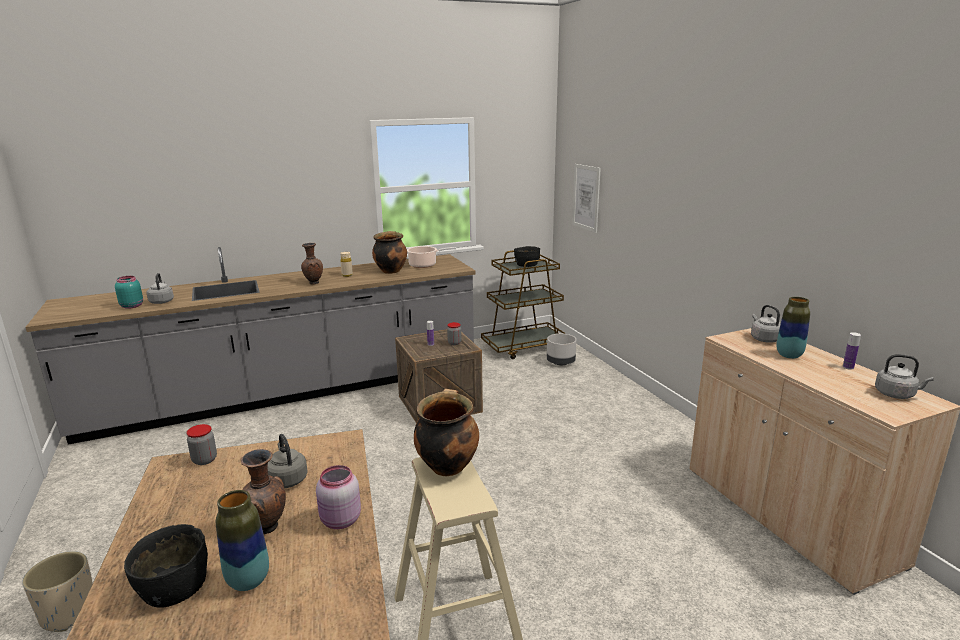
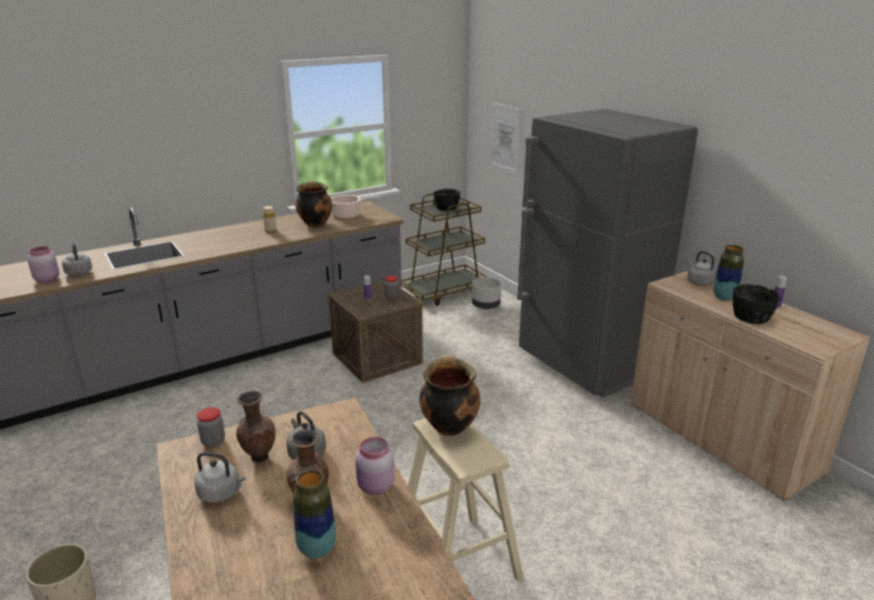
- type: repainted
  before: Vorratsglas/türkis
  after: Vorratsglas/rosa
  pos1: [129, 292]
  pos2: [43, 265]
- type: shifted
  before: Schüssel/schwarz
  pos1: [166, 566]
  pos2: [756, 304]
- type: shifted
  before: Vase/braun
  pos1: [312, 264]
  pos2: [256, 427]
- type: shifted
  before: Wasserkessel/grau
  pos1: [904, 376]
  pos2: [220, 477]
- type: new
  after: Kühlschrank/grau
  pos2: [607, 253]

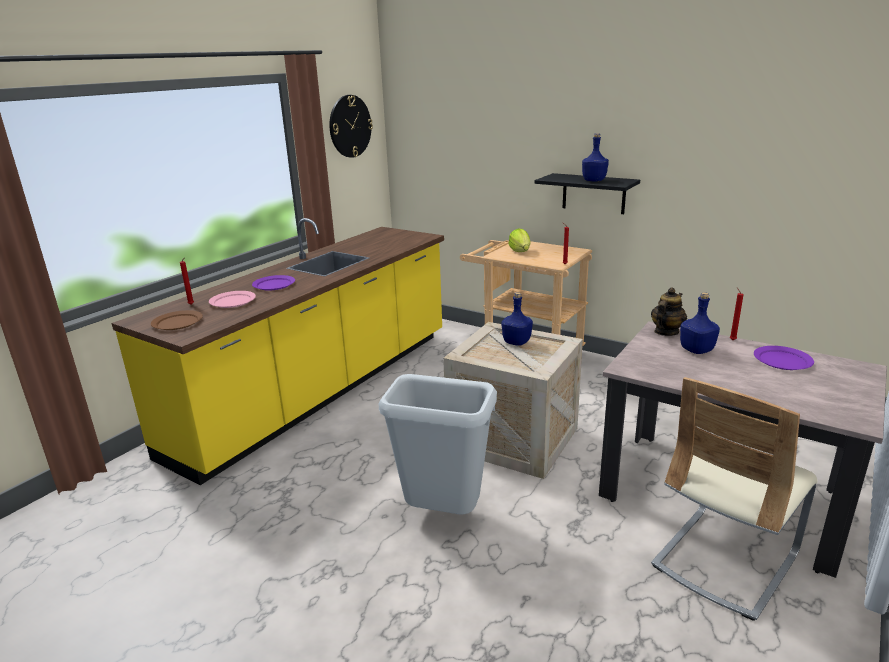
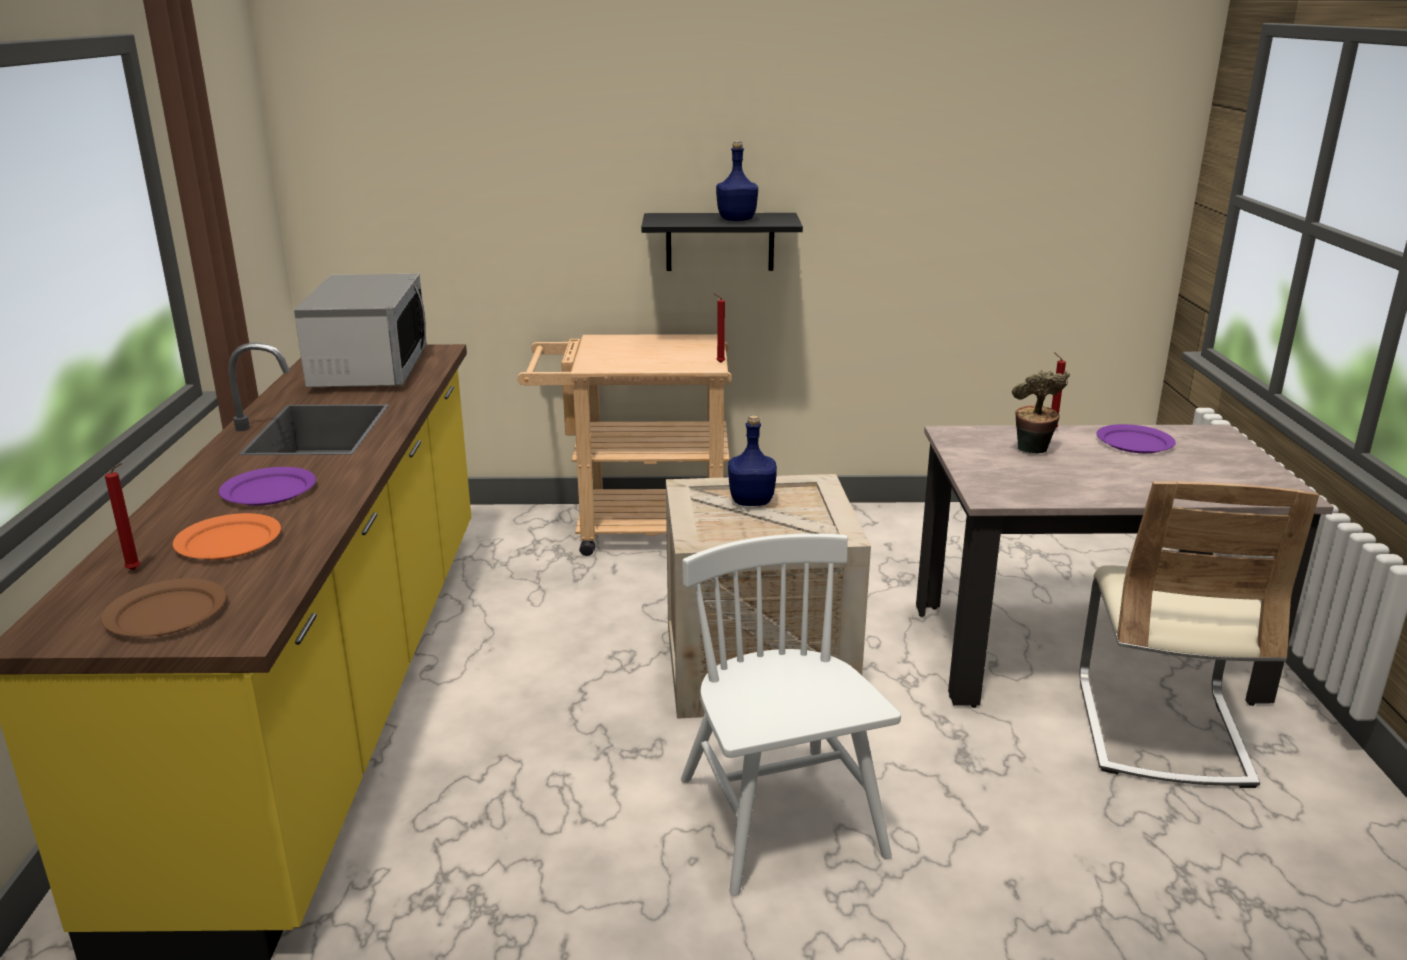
- type: repainted
  before: Teller/rosa
  after: Teller/orange
  pos1: [232, 299]
  pos2: [227, 536]
- type: gone
  before: Wanduhr
  pos1: [351, 126]
- type: swapped
  before: Mülleimer/grau
  after: Stuhl/weiß
  pos1: [438, 444]
  pos2: [791, 715]
- type: gone
  before: Salatkopf
  pos1: [519, 240]
- type: gone
  before: Teekanne
  pos1: [669, 311]
- type: swapped
  before: Flasche/blau
  after: Topfpflanze
  pos1: [700, 323]
  pos2: [1041, 412]
- type: new
  after: Mikrowelle
  pos2: [360, 330]

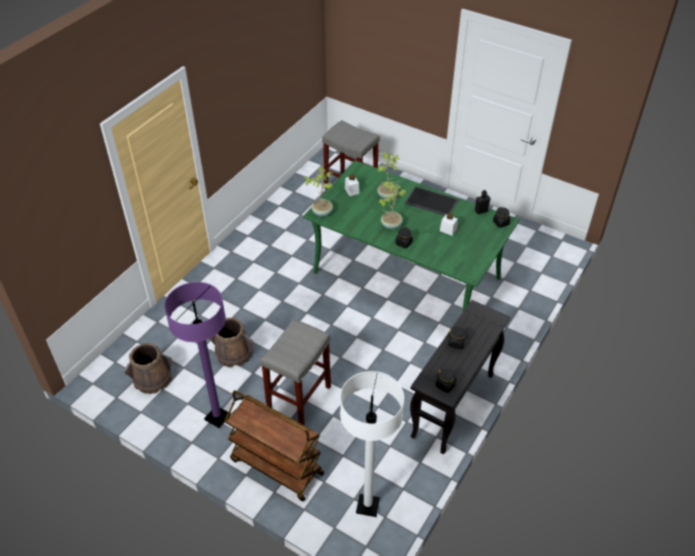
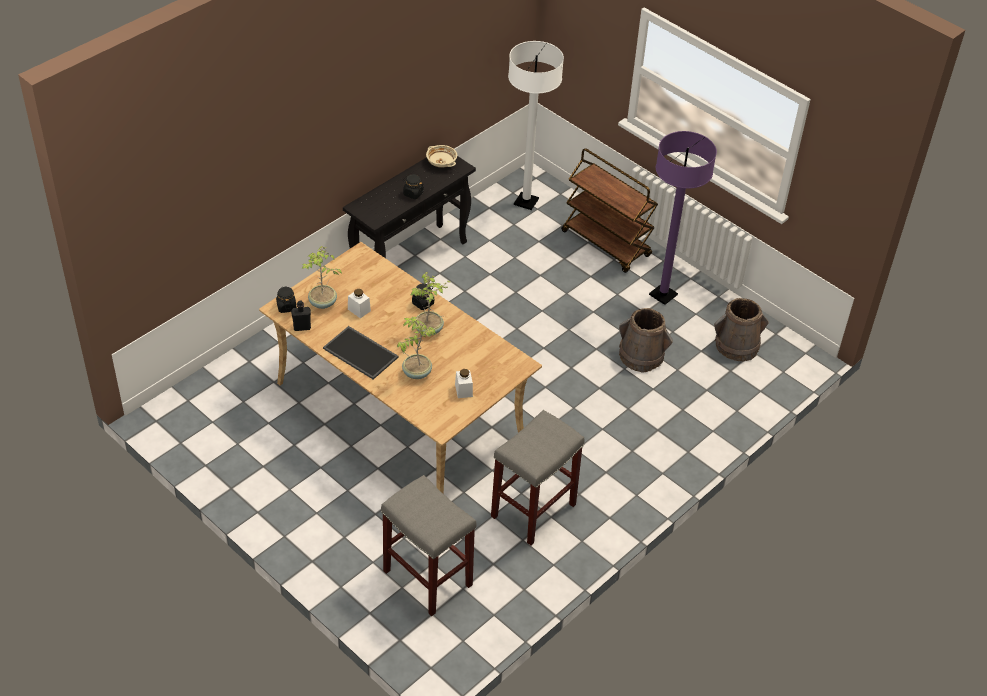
- type: shifted
  before: Hocker/grau
  pos1: [295, 372]
  pos2: [538, 478]
- type: repainted
  before: Esstisch/grün
  after: Esstisch/beige
  pos1: [411, 237]
  pos2: [400, 368]
- type: shifted
  before: Topfpflanze
  pos1: [318, 192]
  pos2: [322, 277]
- type: swapped
  before: Vorratsglas/schwarz
  after: Schüssel/beige
  pos1: [446, 380]
  pos2: [441, 156]

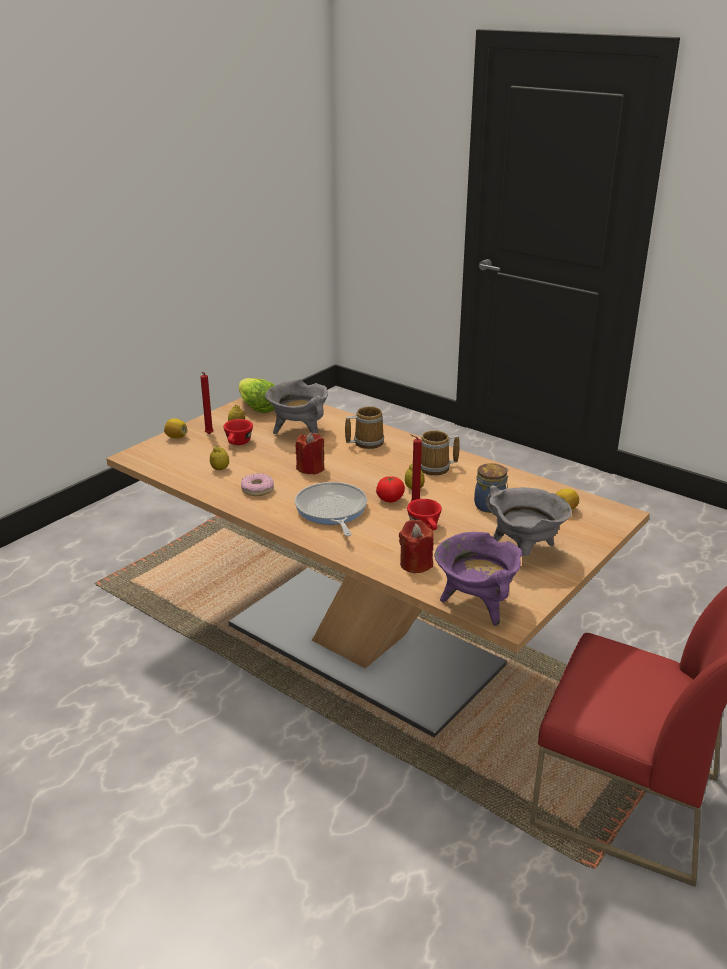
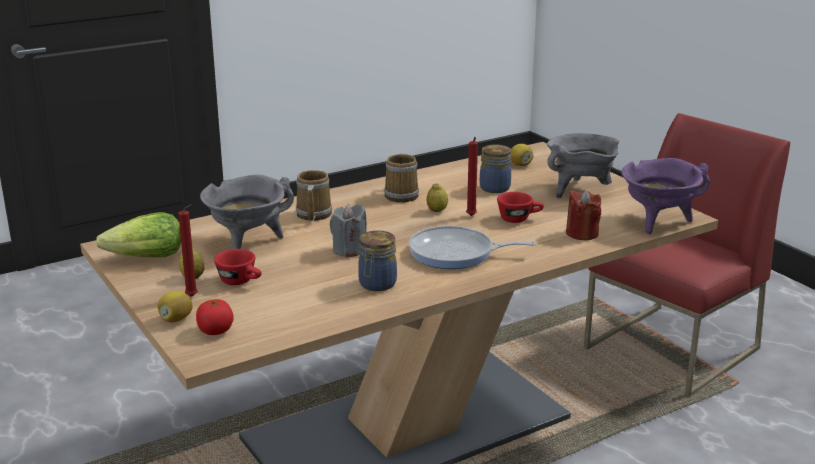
- type: gone
  before: Zitrone
  pos1: [219, 458]
- type: swapped
  before: Donut
  after: Vorratsglas
  pos1: [257, 484]
  pos2: [377, 260]
- type: repainted
  before: Kerze/rot
  after: Kerze/grau
  pos1: [310, 453]
  pos2: [348, 231]
- type: shifted
  before: Tomate
  pos1: [390, 489]
  pos2: [214, 317]

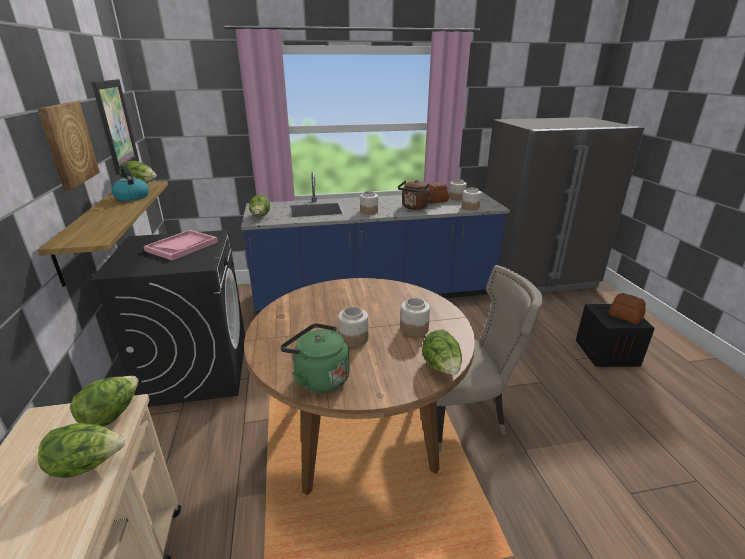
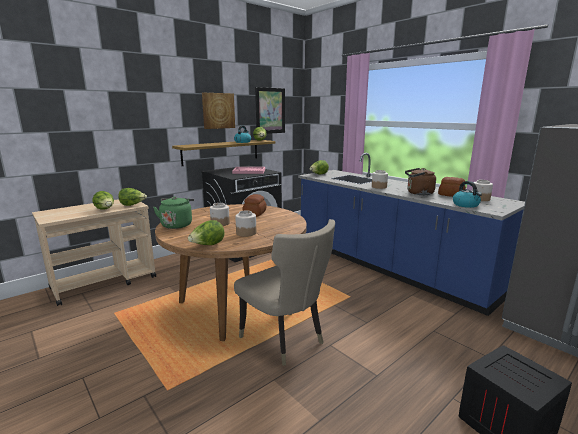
- type: swapped
  before: Vorratsglas
  after: Wasserkessel
  pos1: [471, 199]
  pos2: [467, 194]
- type: shifted
  before: Brot
  pos1: [627, 308]
  pos2: [254, 205]

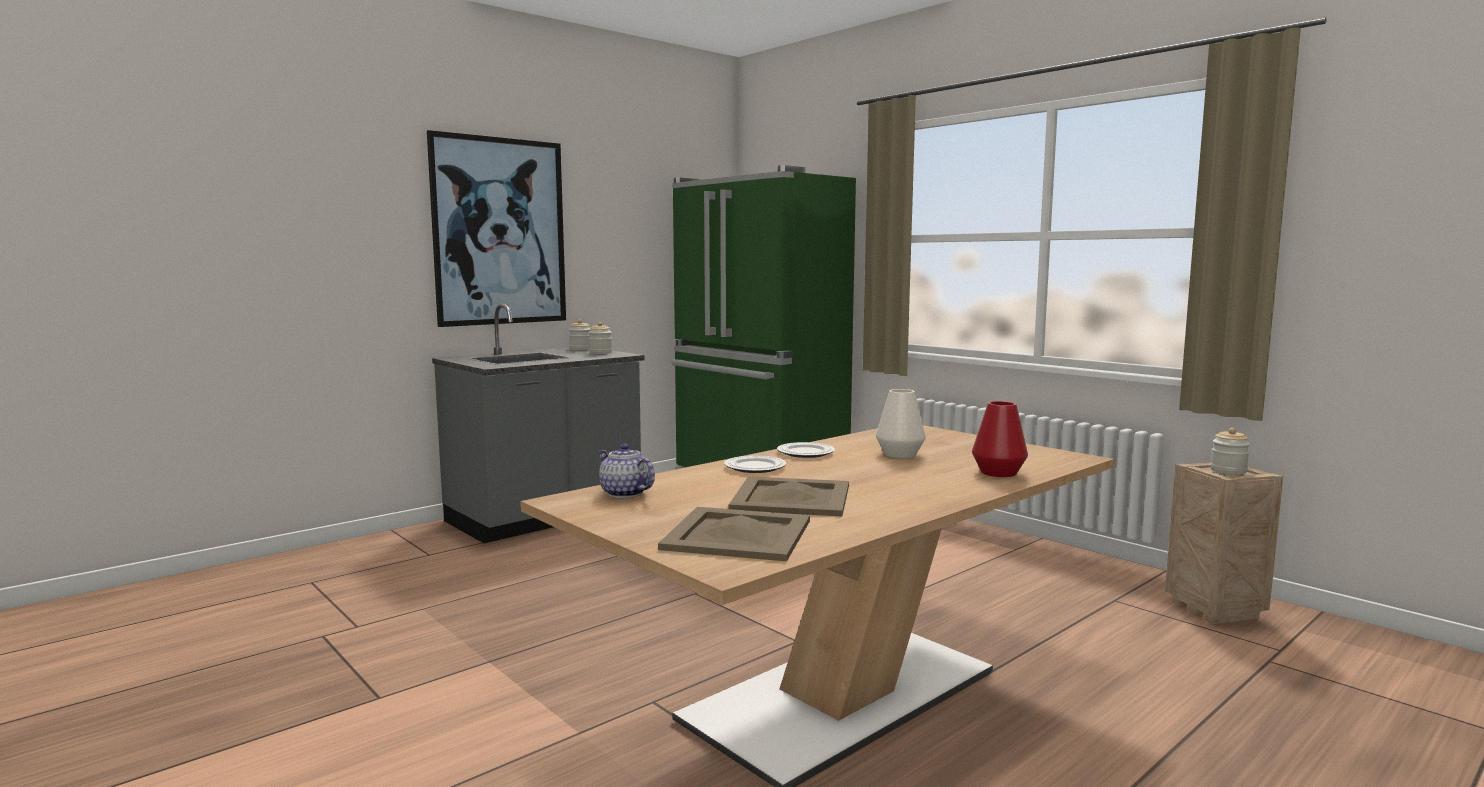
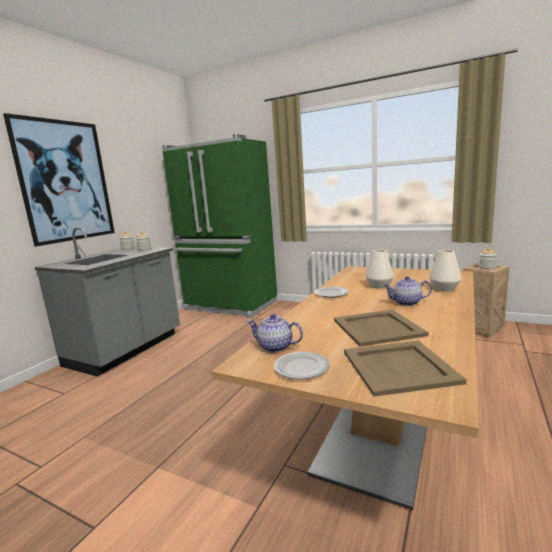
- type: shifted
  before: Teller
  pos1: [755, 464]
  pos2: [301, 365]
- type: repainted
  before: Vase/rot
  after: Vase/weiß
  pos1: [1000, 439]
  pos2: [445, 270]
- type: new
  after: Teekanne
  pos2: [407, 291]

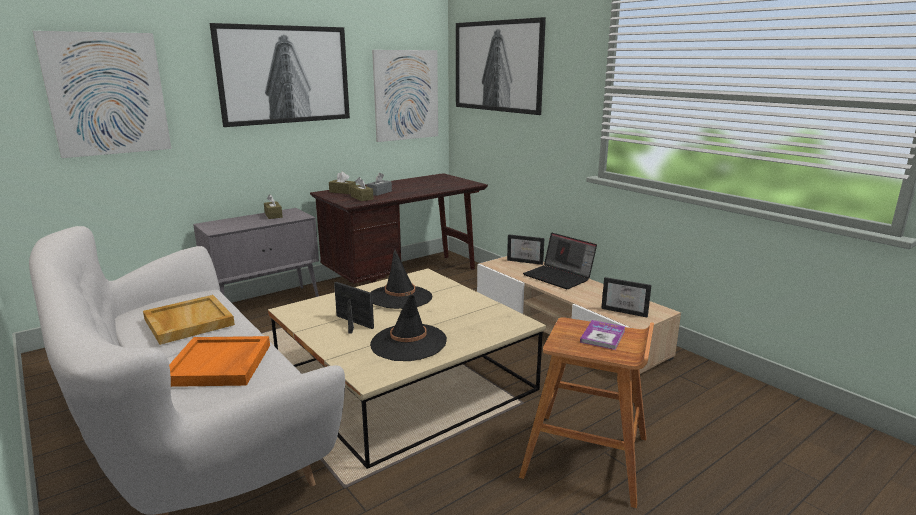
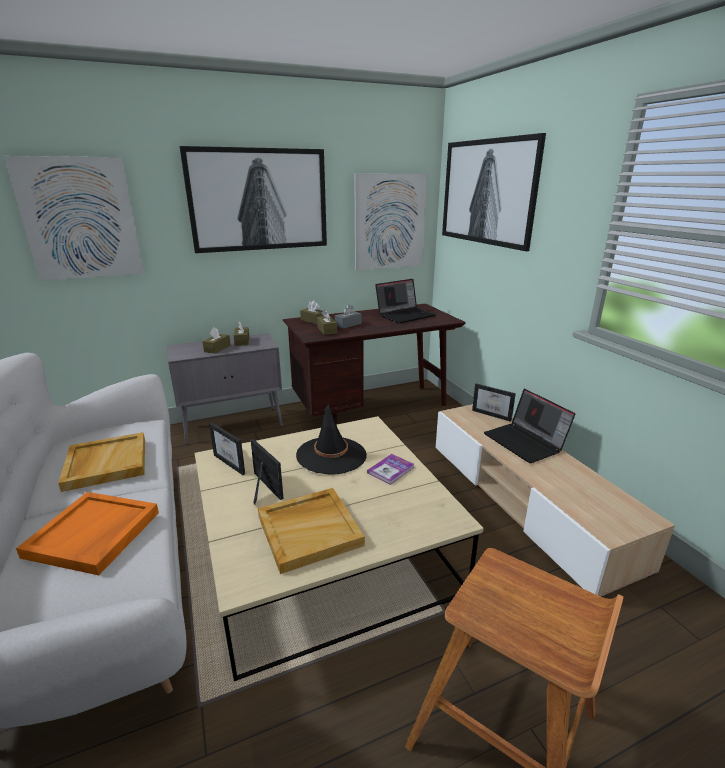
- type: swapped
  before: Hut/schwarz
  after: Tablett/beige
  pos1: [408, 327]
  pos2: [311, 531]
- type: shifted
  before: Buch
  pos1: [603, 335]
  pos2: [390, 469]
- type: shifted
  before: Bilderrahmen
  pos1: [626, 297]
  pos2: [227, 448]
- type: new
  after: Taschentuchbox/braun
  pos2: [216, 341]
- type: new
  after: Laptop
  pos2: [405, 301]

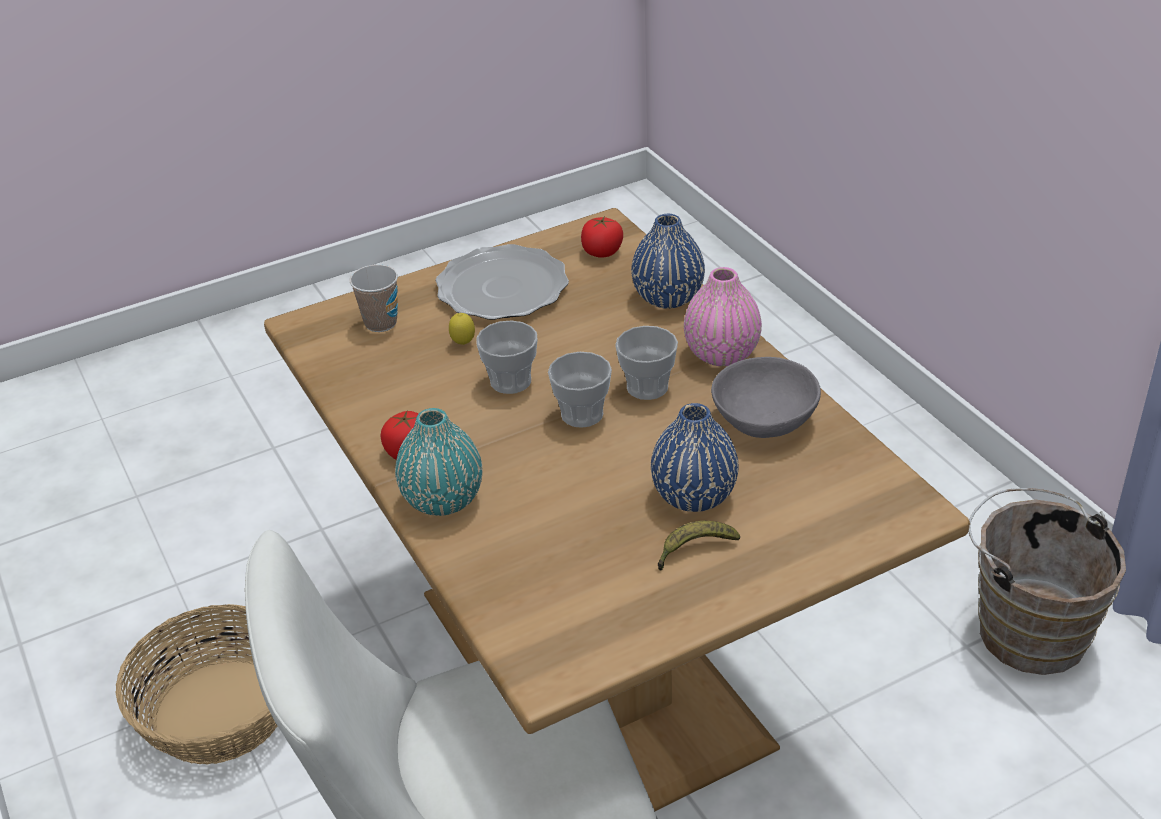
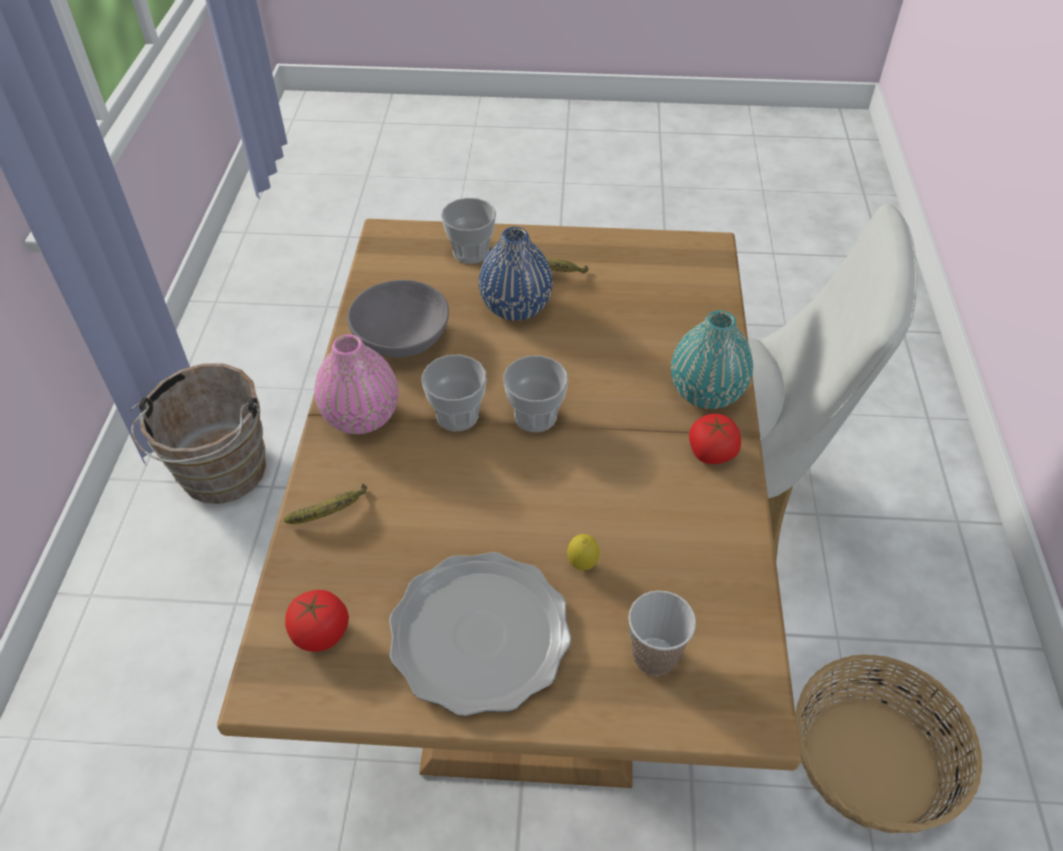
- type: shifted
  before: Tasse
  pos1: [507, 357]
  pos2: [468, 231]
- type: swapped
  before: Vase/blau
  after: Banane
  pos1: [668, 261]
  pos2: [325, 504]

